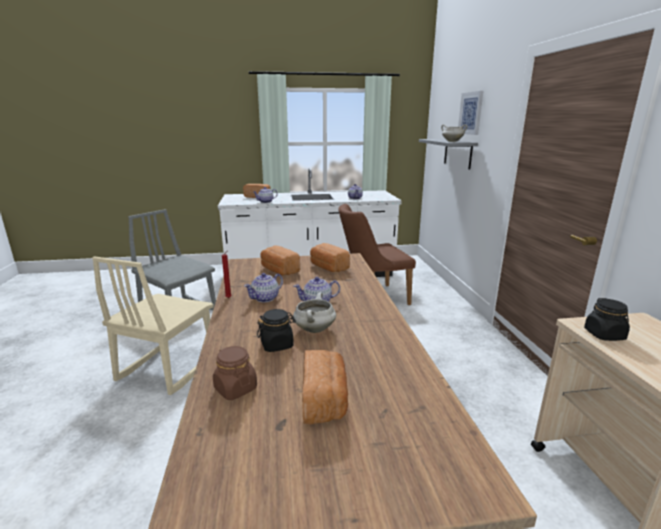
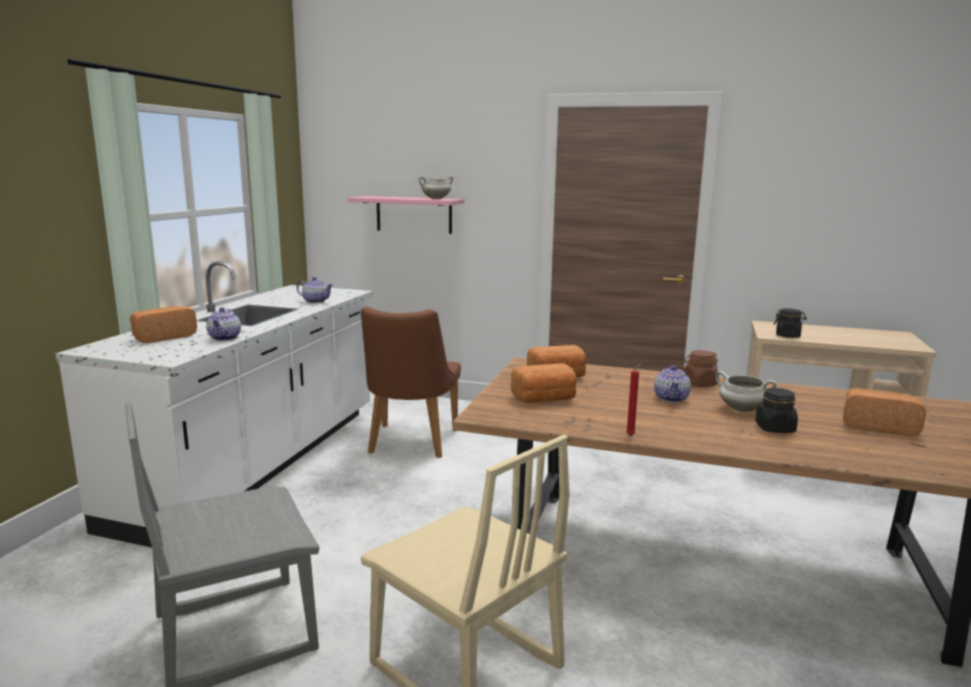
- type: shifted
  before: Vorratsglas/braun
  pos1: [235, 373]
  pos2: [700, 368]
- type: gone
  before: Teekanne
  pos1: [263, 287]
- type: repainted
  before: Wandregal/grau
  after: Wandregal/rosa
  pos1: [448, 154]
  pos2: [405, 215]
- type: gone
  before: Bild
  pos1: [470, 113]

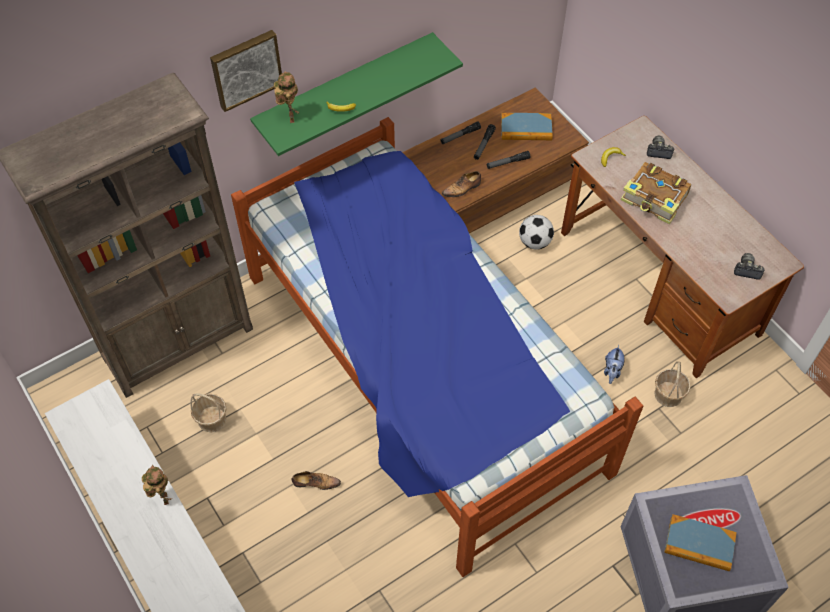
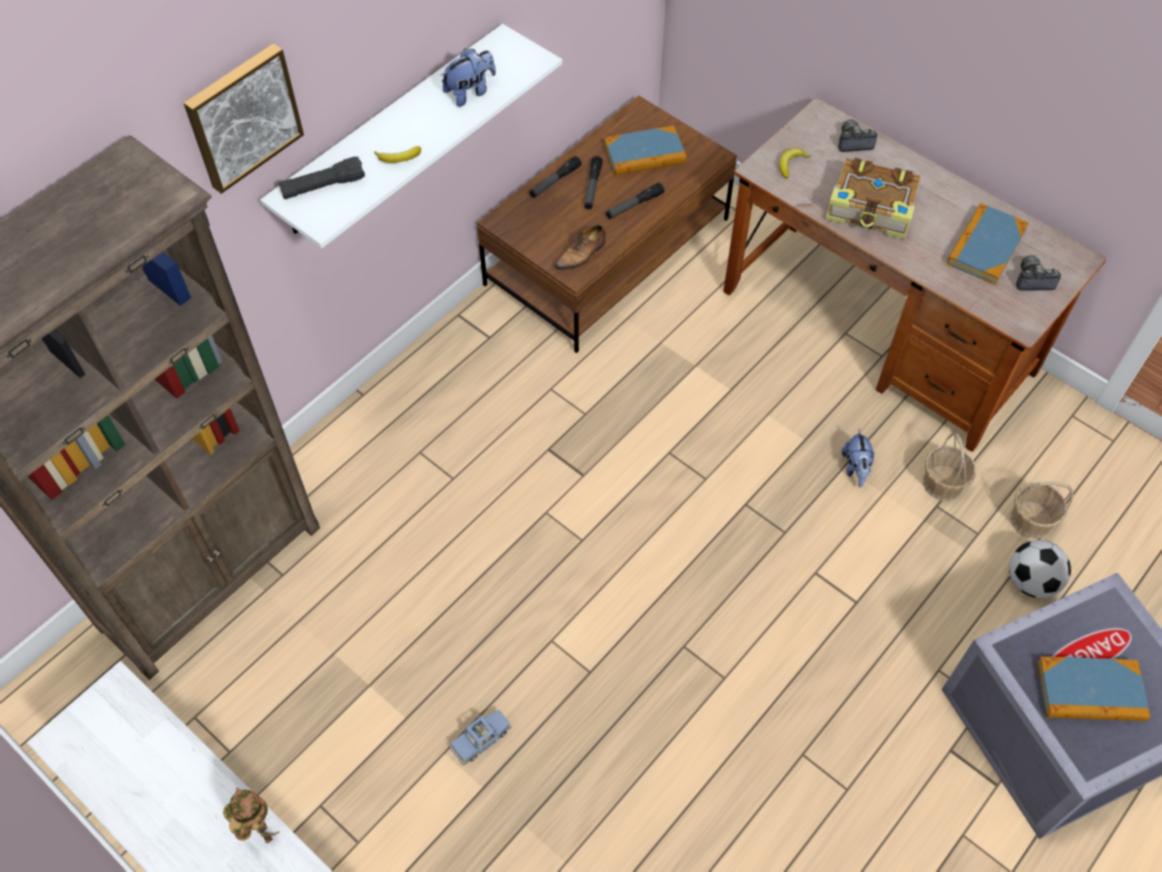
- type: shifted
  before: Korb
  pos1: [208, 412]
  pos2: [1042, 510]
- type: gone
  before: Bett
  pos1: [437, 347]
- type: repainted
  before: Wandregal/grün
  after: Wandregal/weiß
  pos1: [356, 94]
  pos2: [411, 136]
- type: swapped
  before: Spielzeugroboter
  after: Taschenlampe/schwarz
  pos1: [286, 97]
  pos2: [322, 177]
- type: swapped
  before: Schuh
  after: Spielzeugauto/blau
  pos1: [316, 480]
  pos2: [480, 738]
- type: shifted
  before: Fußball
  pos1: [536, 232]
  pos2: [1040, 569]
- type: new
  after: Plüschtier
  pos2: [468, 77]
- type: new
  after: Buch
  pos2: [987, 244]

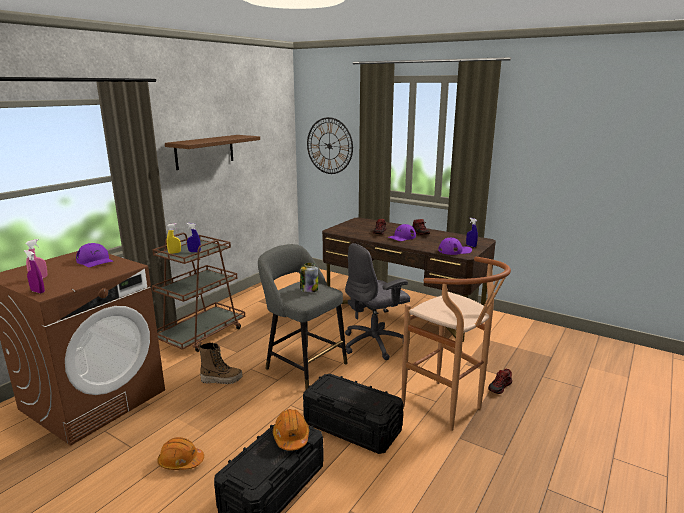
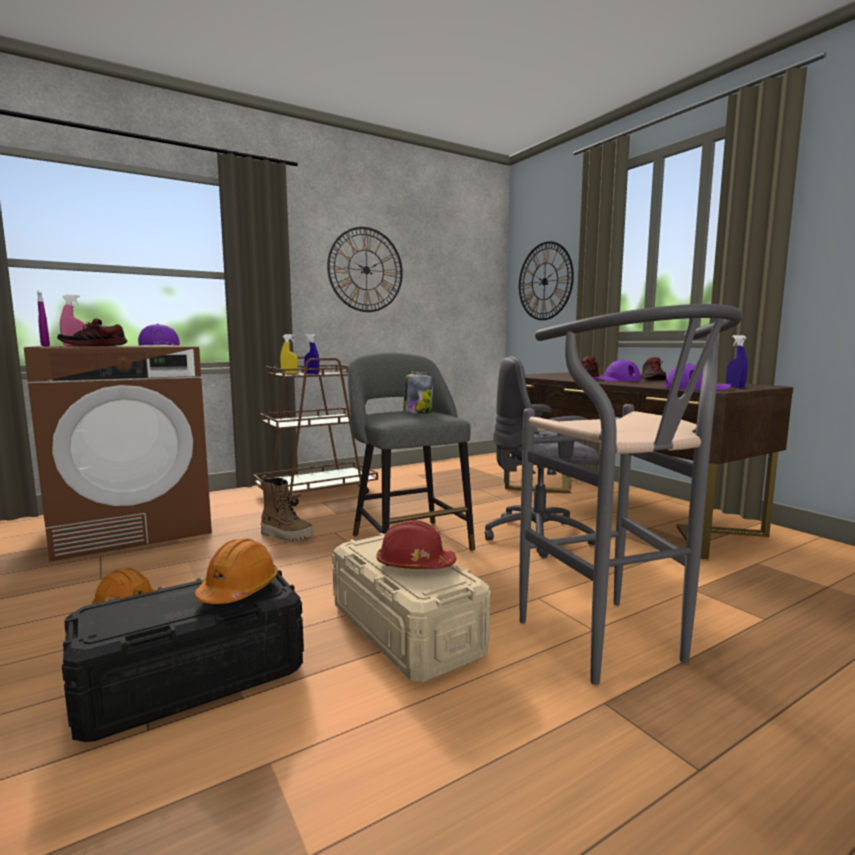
- type: swapped
  before: Wandregal/braun
  after: Wanduhr
  pos1: [212, 152]
  pos2: [365, 269]
- type: repainted
  before: Aufbewahrungsbox/schwarz
  after: Aufbewahrungsbox/beige
  pos1: [353, 414]
  pos2: [411, 607]
- type: repainted
  before: Hocker/braun
  after: Hocker/grau
  pos1: [456, 344]
  pos2: [631, 494]
- type: shifted
  before: Schuh
  pos1: [500, 381]
  pos2: [92, 332]
- type: new
  after: Schutzhelm/rot
  pos2: [416, 544]

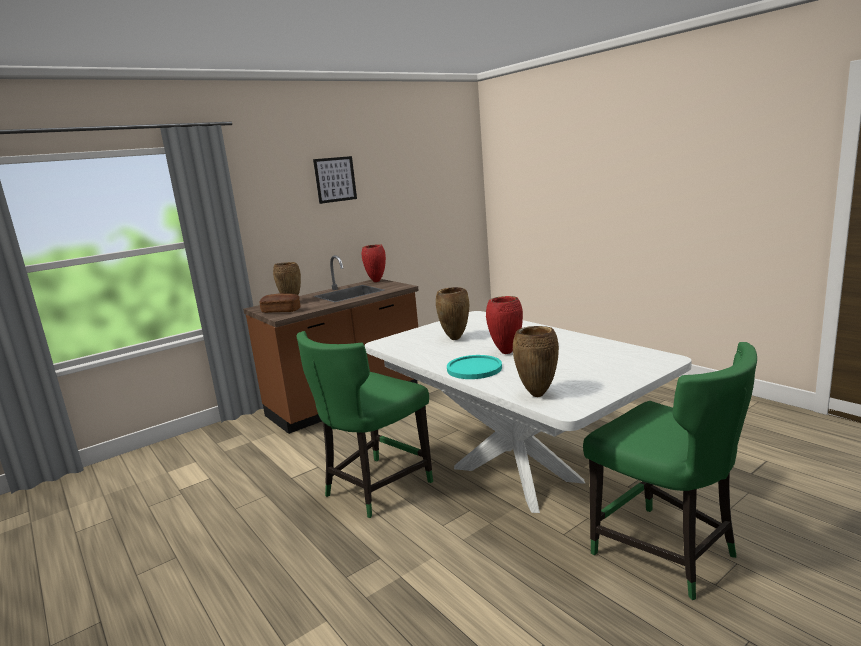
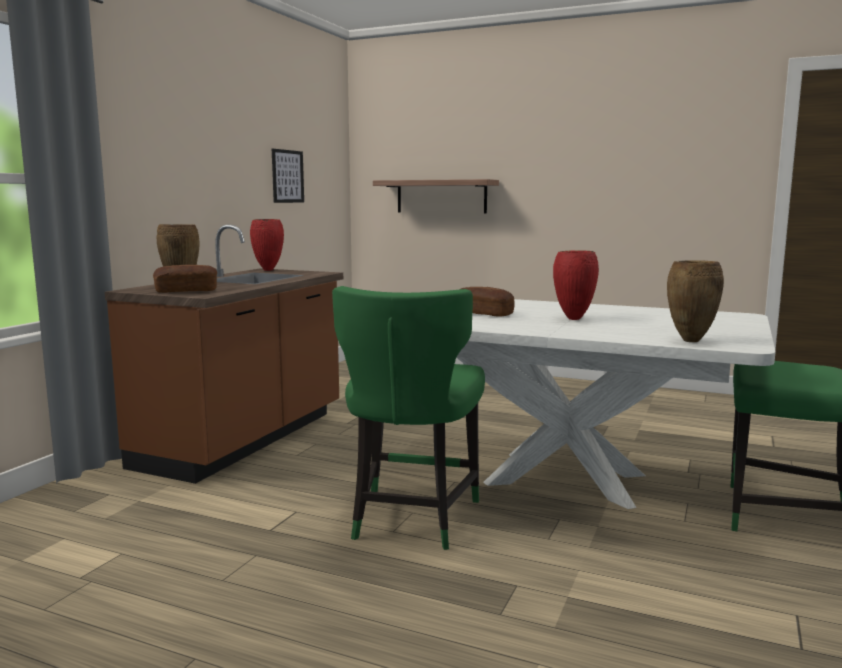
- type: shifted
  before: Bild
  pos1: [335, 180]
  pos2: [288, 176]
- type: swapped
  before: Vase/braun
  after: Brot
  pos1: [452, 313]
  pos2: [486, 302]
- type: gone
  before: Teller/türkis
  pos1: [474, 367]
- type: new
  after: Wandregal
  pos2: [436, 196]

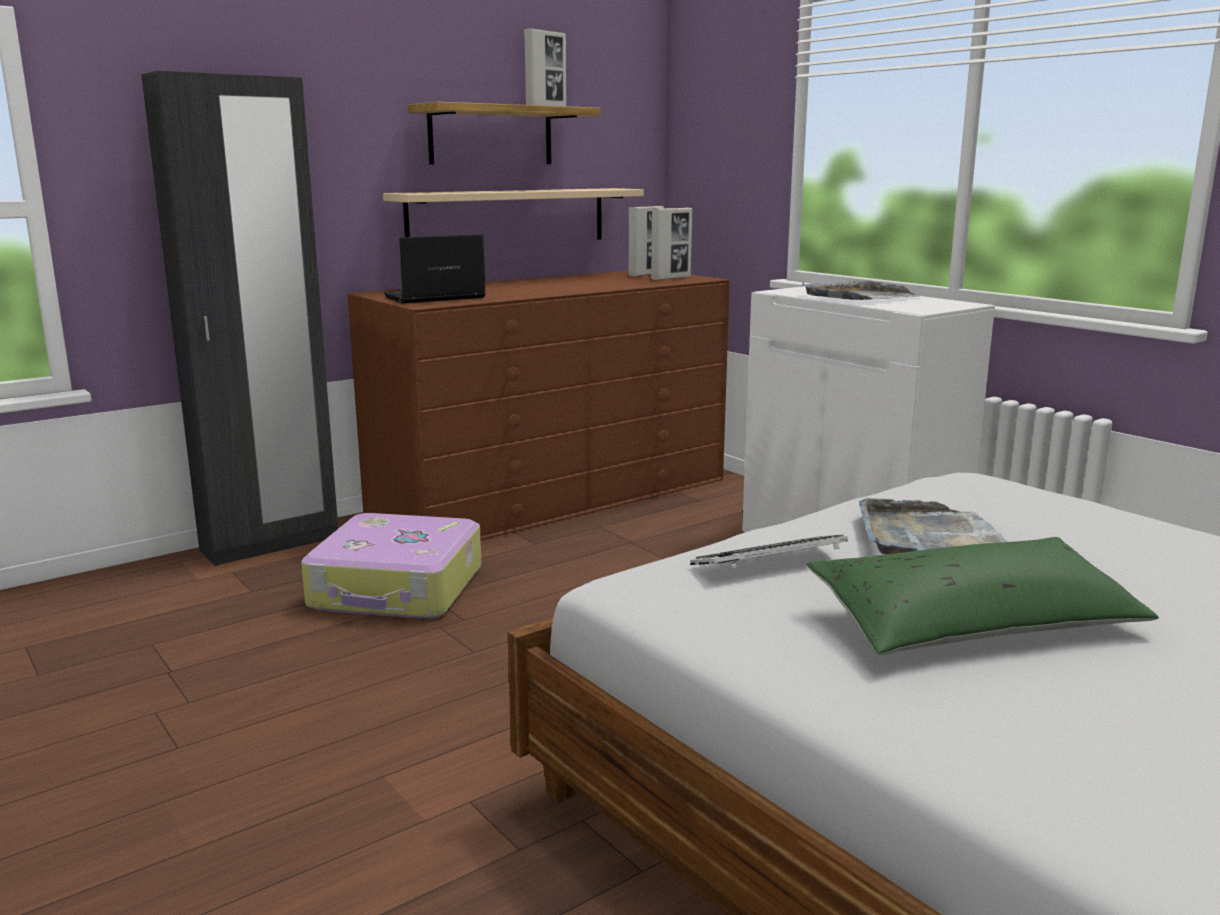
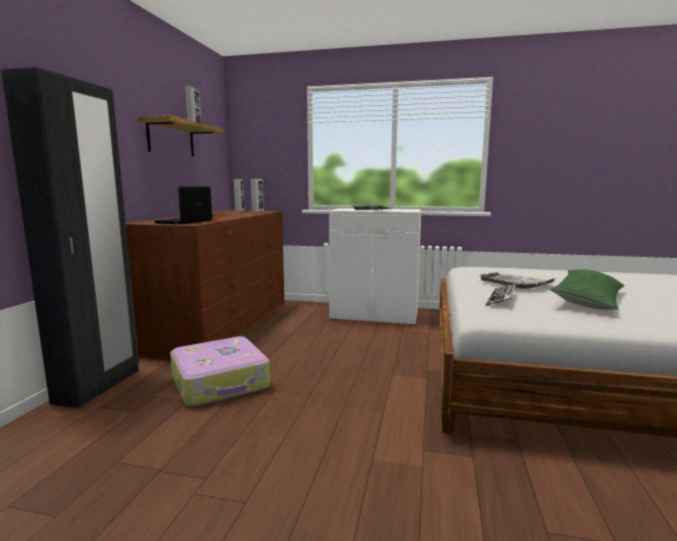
- type: gone
  before: Wandregal/beige
  pos1: [513, 214]

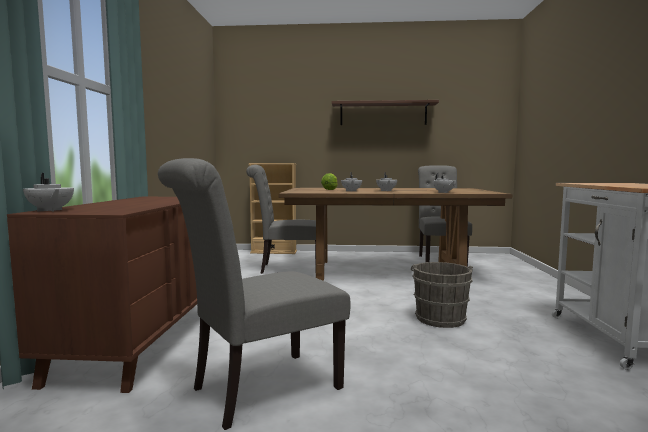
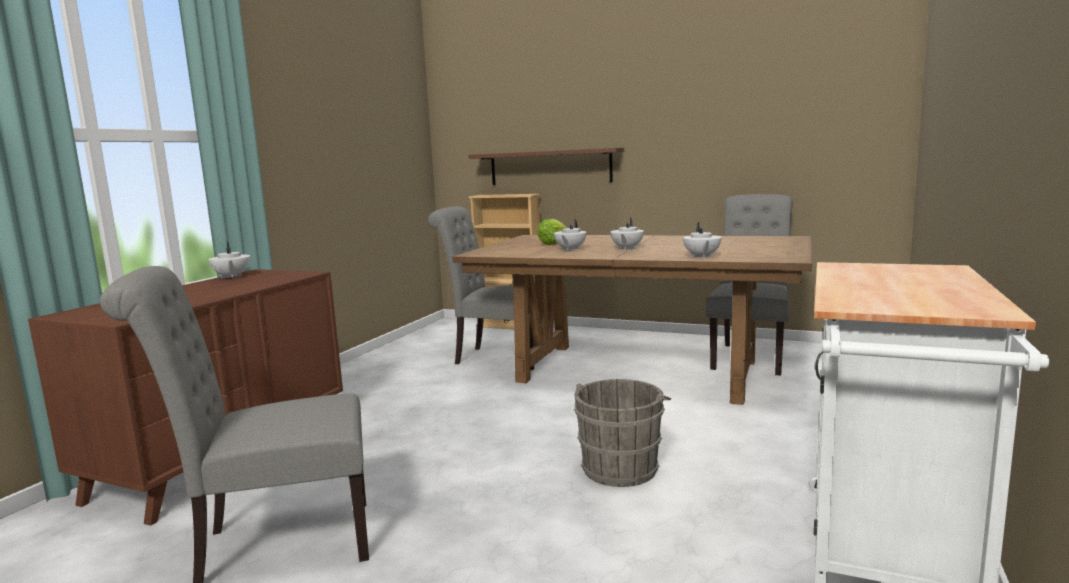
- type: shifted
  before: Teekanne/weiß
  pos1: [48, 192]
  pos2: [229, 260]
- type: shifted
  before: Wandregal/braun
  pos1: [385, 112]
  pos2: [546, 166]

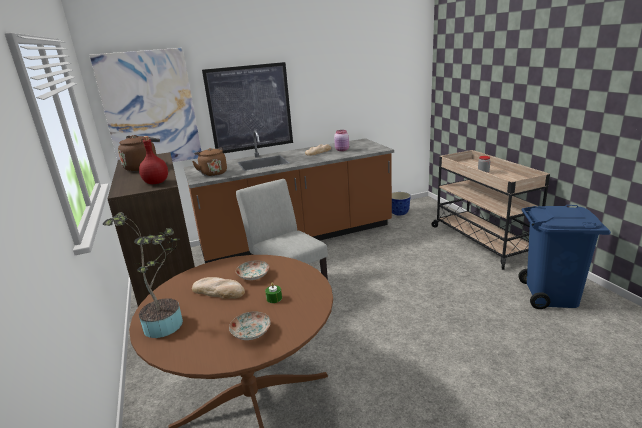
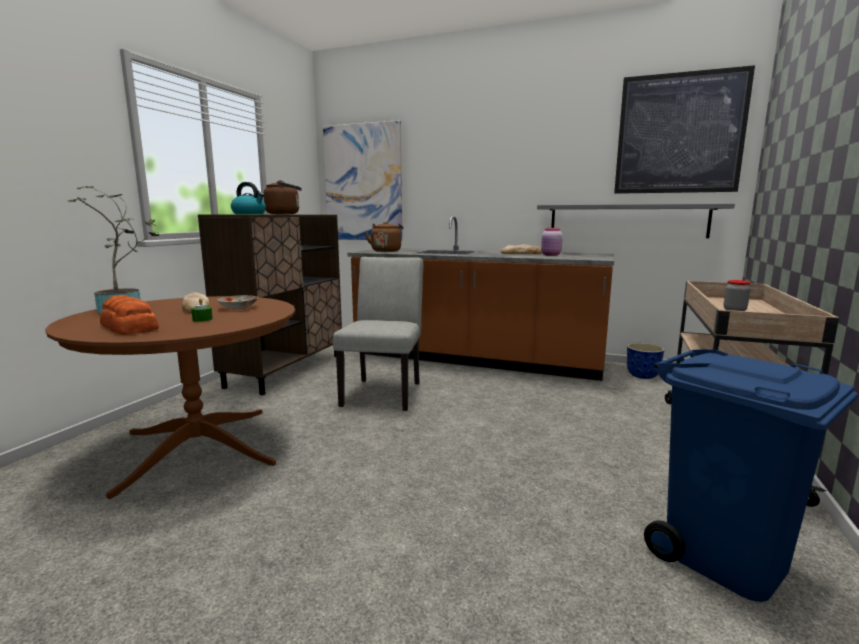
- type: swapped
  before: Flasche/rot
  after: Wasserkessel
  pos1: [153, 160]
  pos2: [248, 198]
- type: shifted
  before: Bild
  pos1: [247, 107]
  pos2: [684, 129]
- type: swapped
  before: Teller
  after: Brot
  pos1: [250, 325]
  pos2: [129, 315]
- type: new
  after: Wandregal/grau
  pos2: [636, 221]

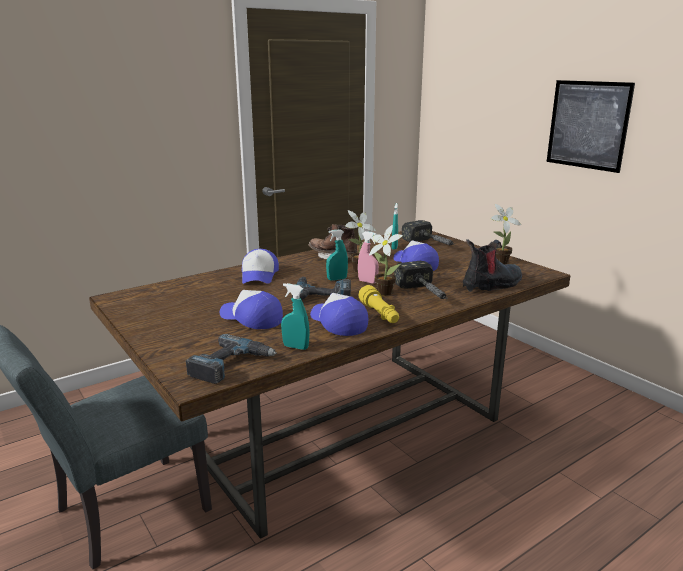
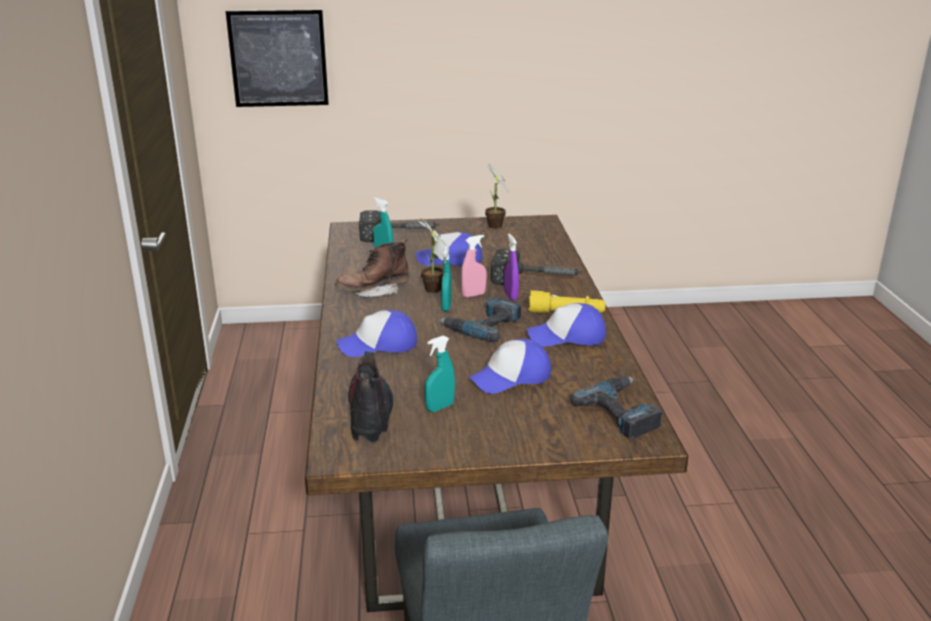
- type: rotated
  before: Kappe
  pos1: [260, 266]
  pos2: [376, 333]
  turn: 135
- type: shifted
  before: Sprühflasche/türkis
  pos1: [295, 316]
  pos2: [440, 373]
- type: swapped
  before: Topfpflanze
  after: Sprühflasche/lila
  pos1: [386, 260]
  pos2: [511, 267]
- type: shifted
  before: Stiefel
  pos1: [492, 265]
  pos2: [370, 397]
- type: shifted
  before: Bild
  pos1: [591, 126]
  pos2: [277, 58]

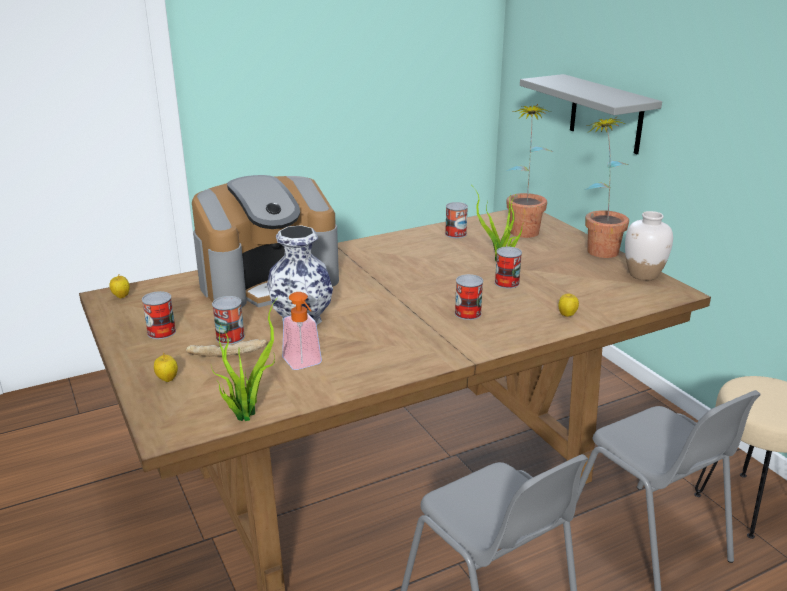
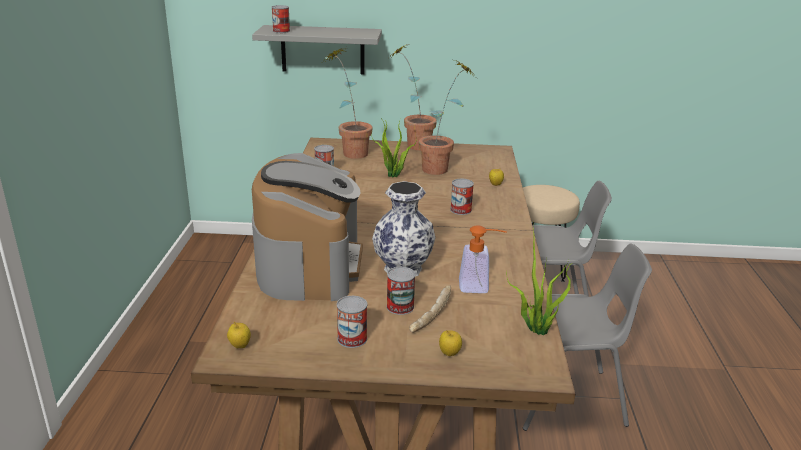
- type: shifted
  before: Dose
  pos1: [508, 267]
  pos2: [281, 19]
- type: gone
  before: Vase/weiß
  pos1: [649, 245]
- type: new
  after: Topfpflanze
  pos2: [447, 117]

